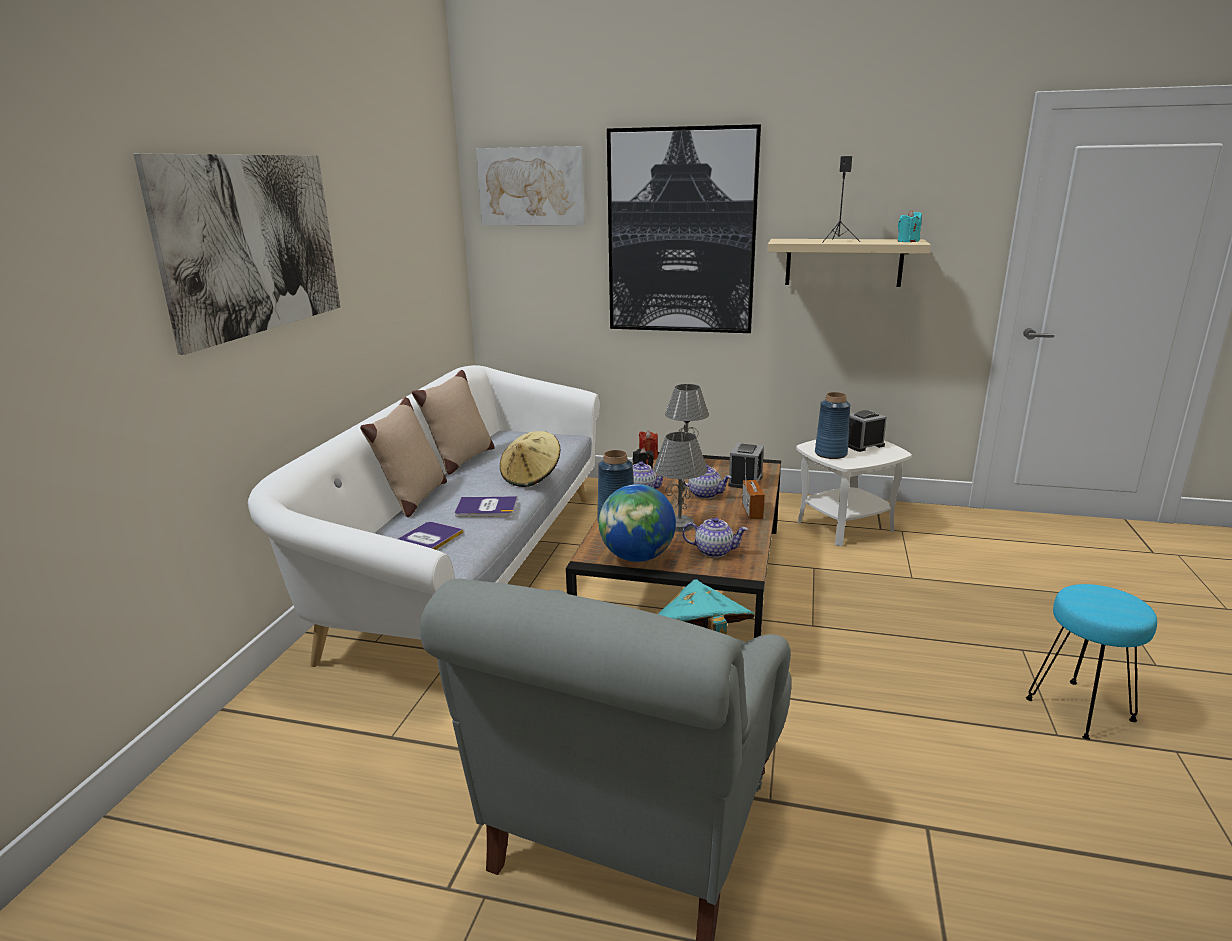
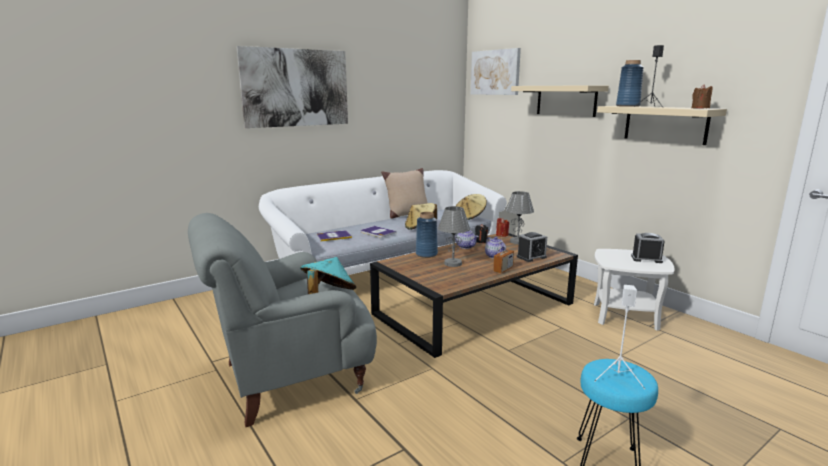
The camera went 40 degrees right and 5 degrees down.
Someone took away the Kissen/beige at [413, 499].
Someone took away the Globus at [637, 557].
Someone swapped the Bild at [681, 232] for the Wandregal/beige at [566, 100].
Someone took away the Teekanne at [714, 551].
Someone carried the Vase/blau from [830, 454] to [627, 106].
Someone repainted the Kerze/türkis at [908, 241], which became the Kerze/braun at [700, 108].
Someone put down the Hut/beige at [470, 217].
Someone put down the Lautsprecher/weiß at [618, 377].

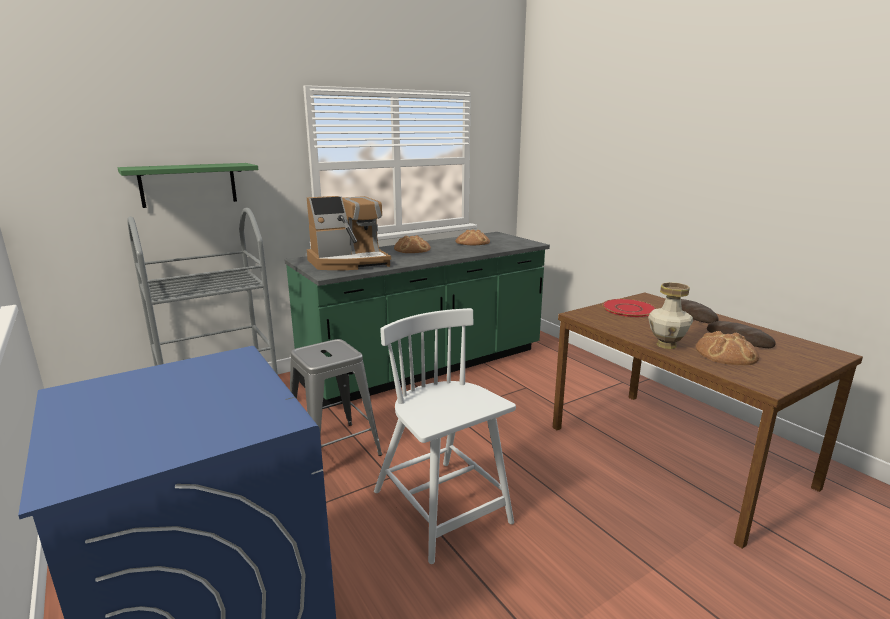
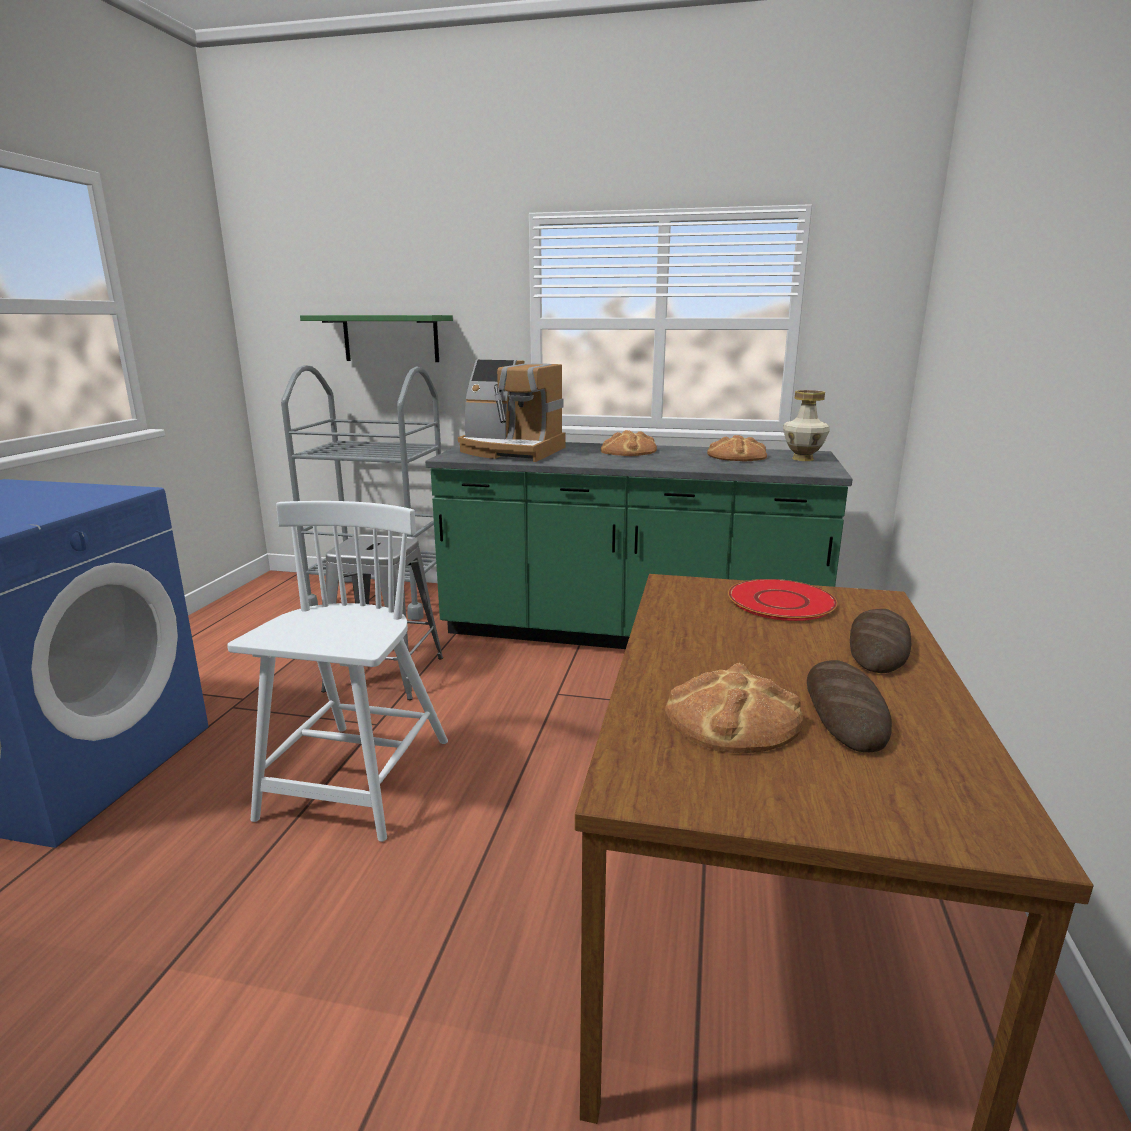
The camera went 45 degrees right and 0 degrees up.
Someone carried the Vase from [667, 345] to [802, 459].

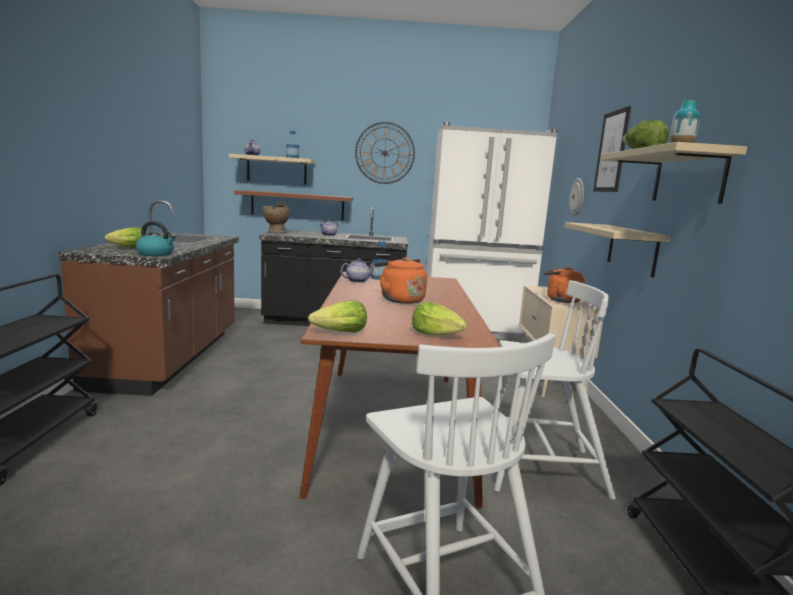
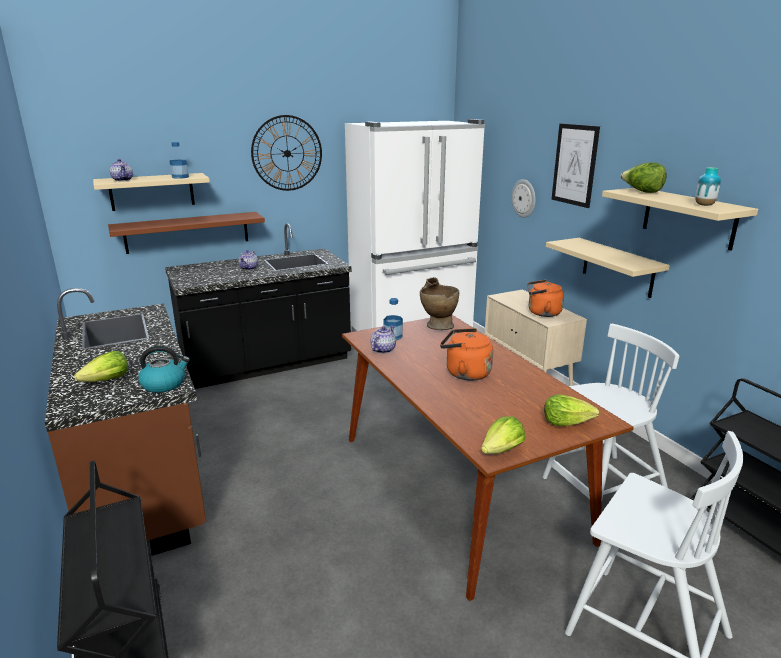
The camera went 25 degrees left and 10 degrees up.
Someone carried the Vase/beige from [277, 233] to [436, 325].

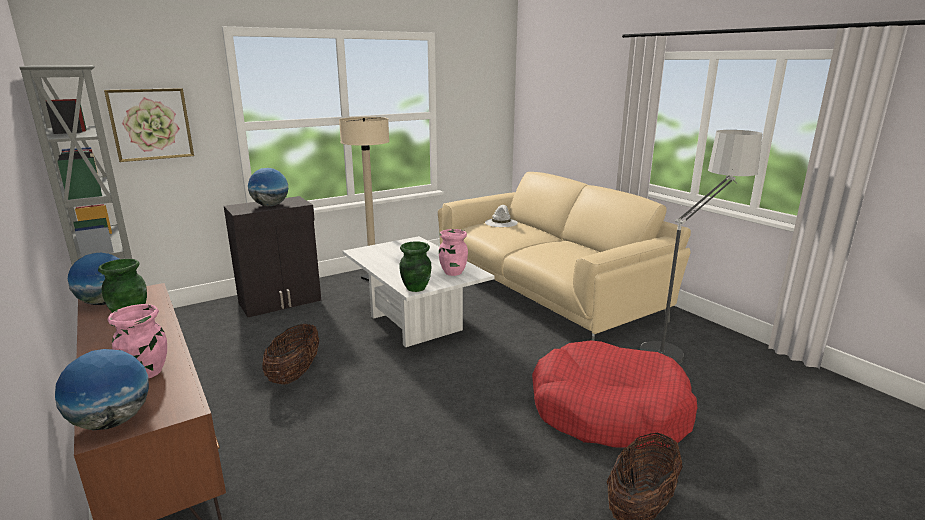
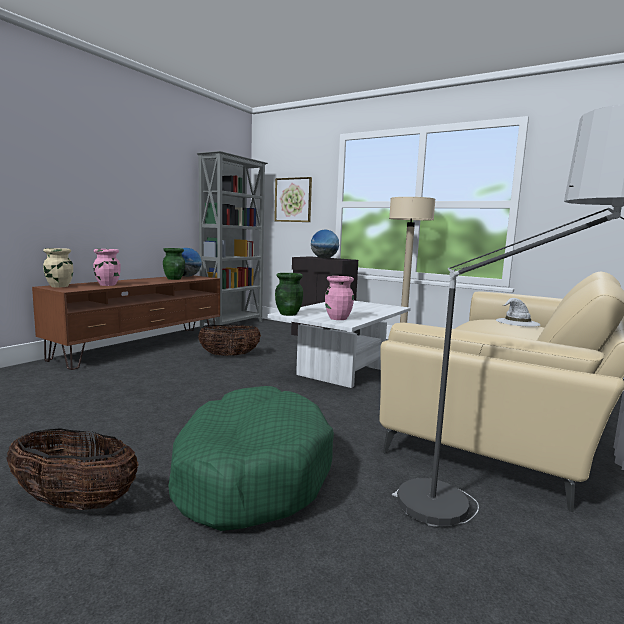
The camera went 65 degrees right and 10 degrees down.
Someone swapped the Globus at [112, 421] for the Vase/beige at [59, 286].
Someone repainted the Hundebett/rot at [608, 411], which became the Hundebett/grün at [250, 472].

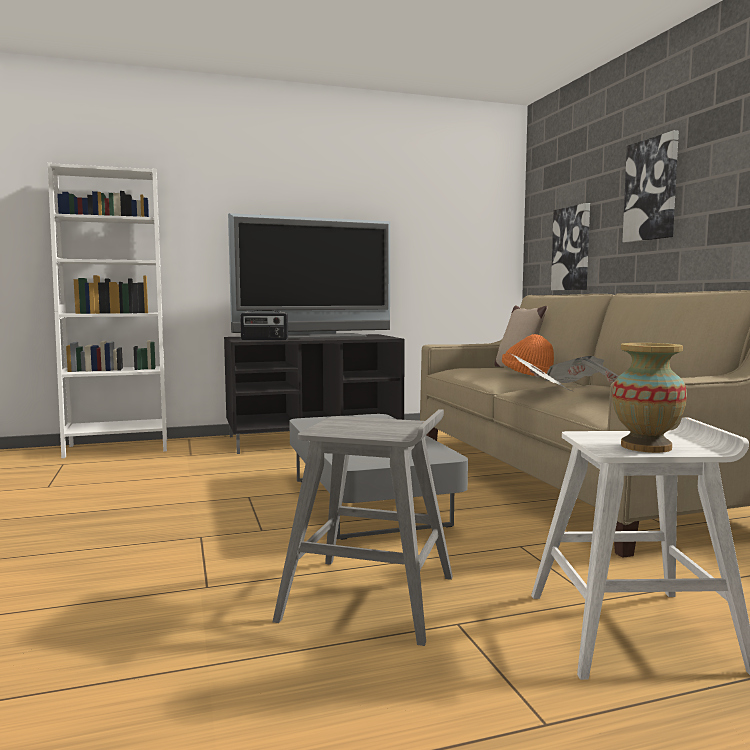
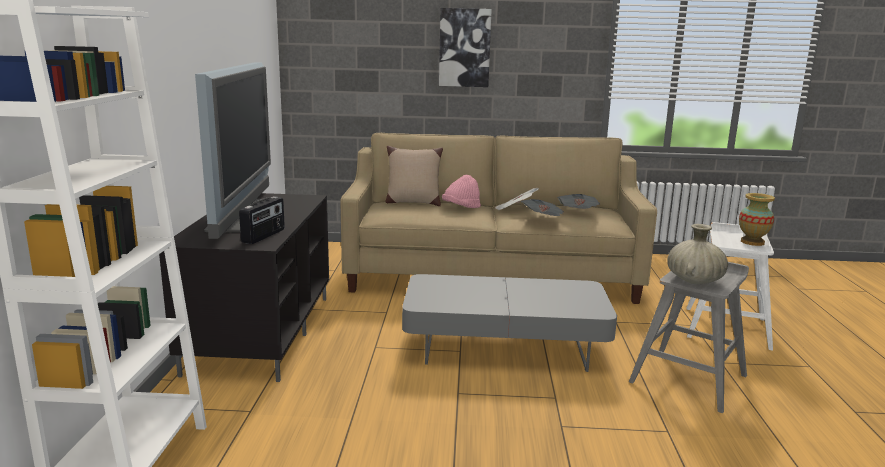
The camera went 70 degrees left and 10 degrees up.
Someone repainted the Hut/orange at [527, 375], which became the Hut/rosa at [461, 208].
Someone took away the Bild at [571, 248].
Someone put down the Vase/beige at [694, 281].

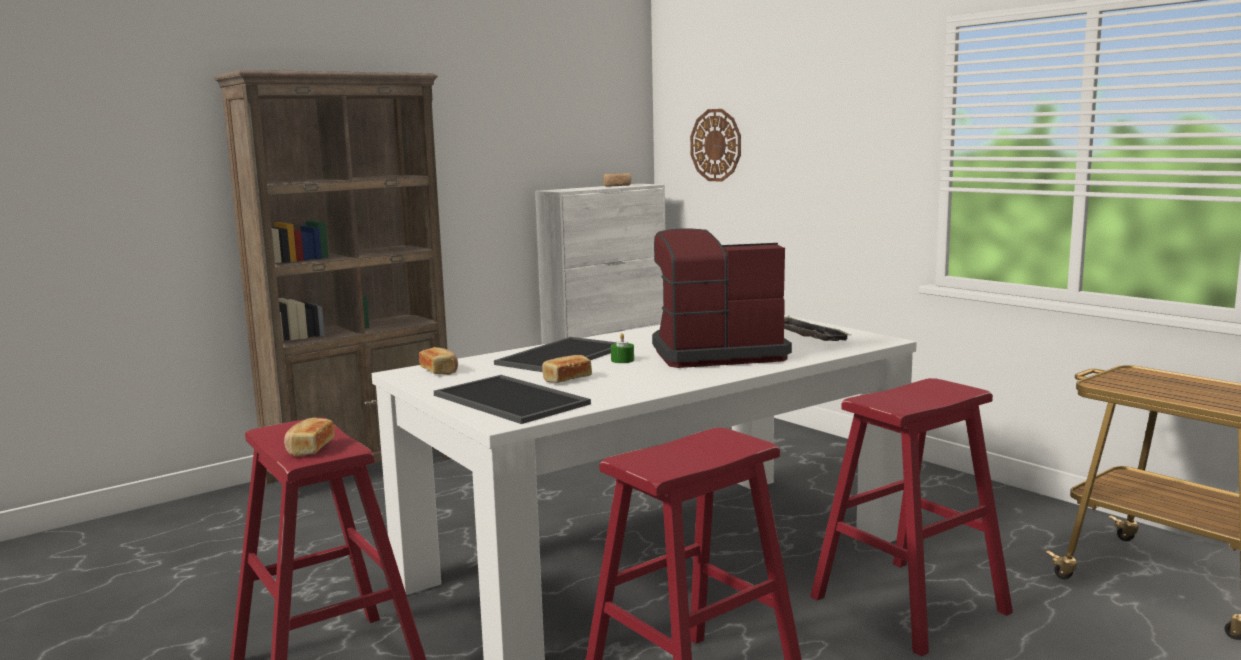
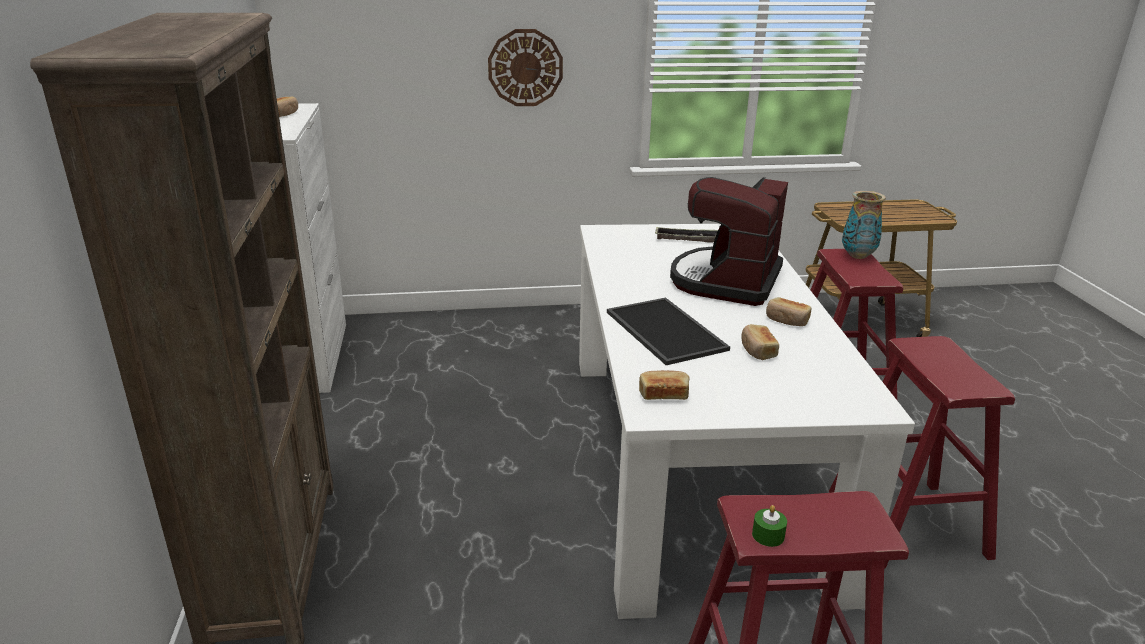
The camera went 60 degrees left and 15 degrees up.
Someone carried the Brot from [309, 449] to [787, 320].
Someone took away the Tablett at [513, 399].
Someone carried the Kerze/grün from [622, 360] to [768, 535].
Someone carried the Wanduhr from [716, 145] to [525, 68].
Someone put down the Vase at [858, 256].

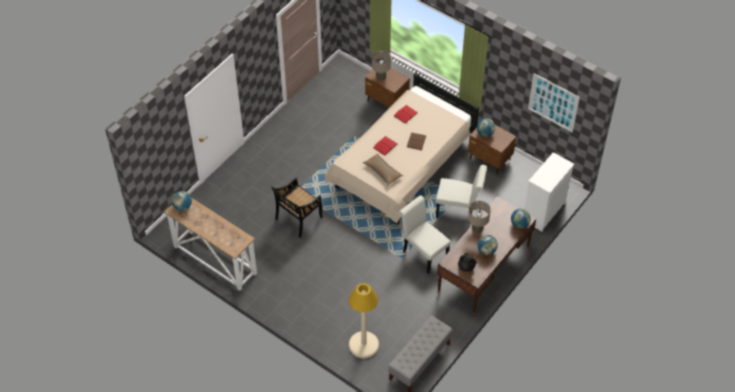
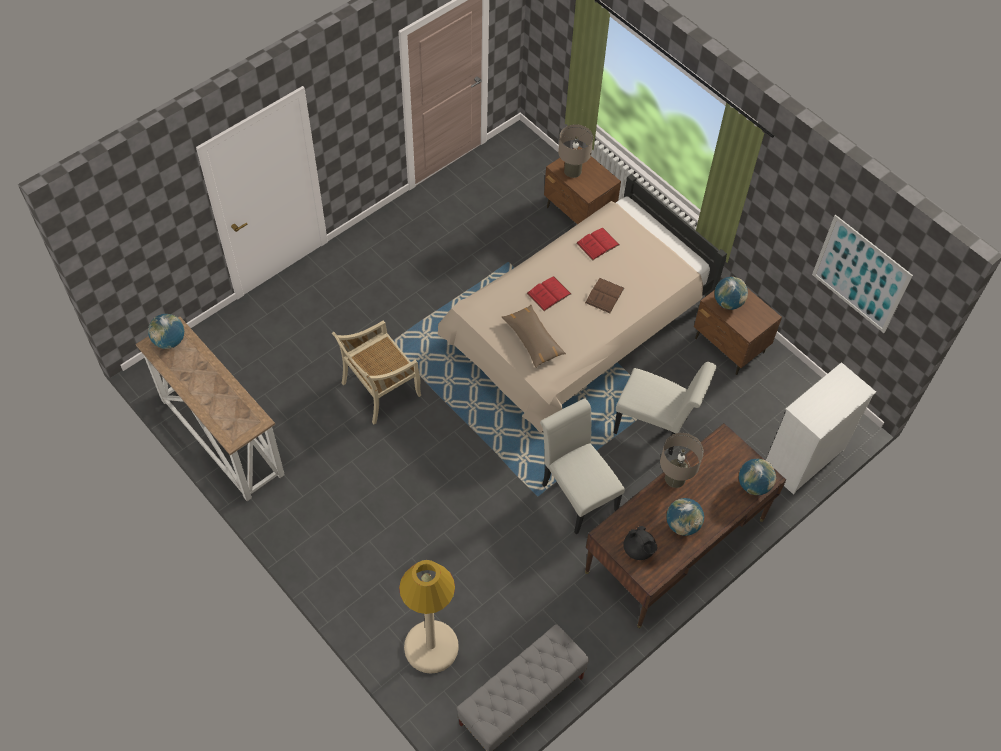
The camera went 10 degrees right and 5 degrees up.
Someone repainted the Stuhl/schwarz at [298, 219], which became the Stuhl/beige at [380, 390].

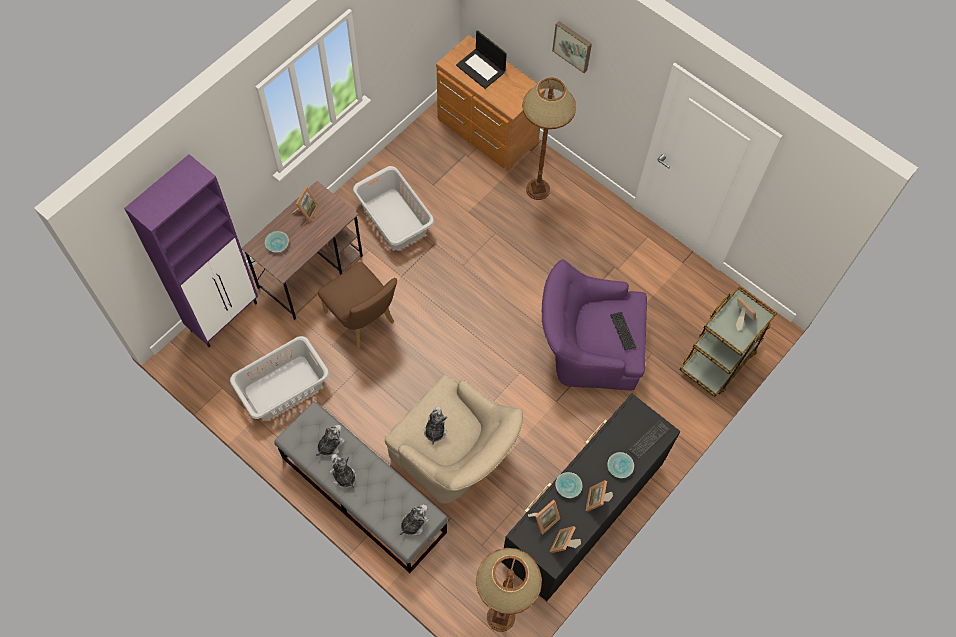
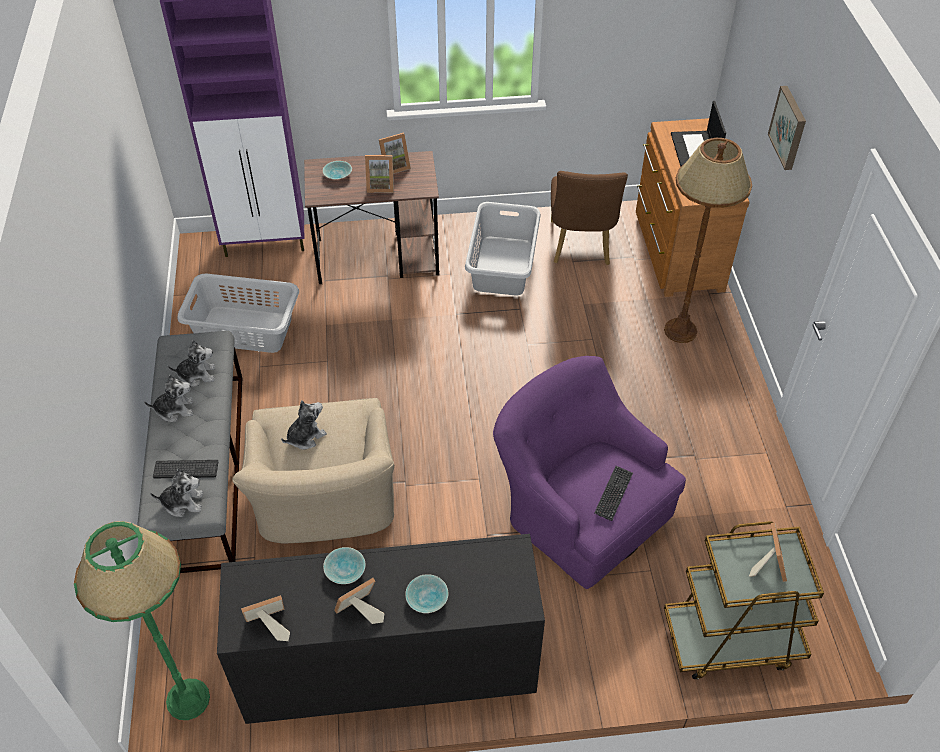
The camera went 45 degrees right and 15 degrees down.
Someone carried the Stuhl/braun from [363, 320] to [580, 247].
Someone rotated the Plüschtier at [343, 476] by 75 degrees clockwise.
Someone repainted the Stehlampe/braun at [500, 616], which became the Stehlampe/grün at [188, 699].
Someone carried the Bilderrahmen from [544, 519] to [380, 186].
Someone carried the Tastatur from [648, 440] to [186, 469].

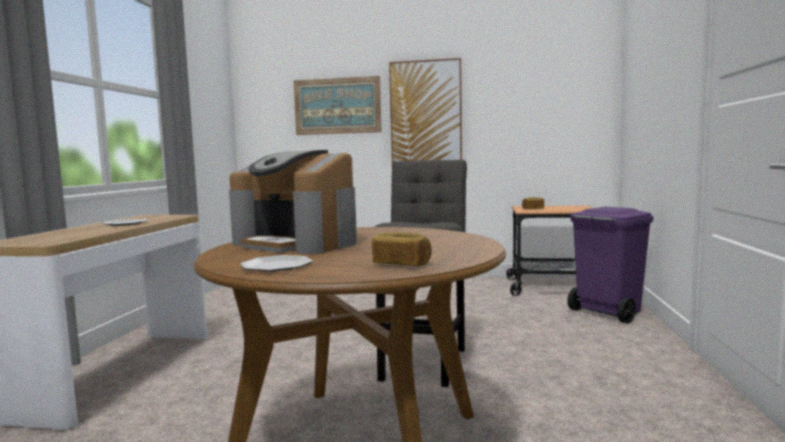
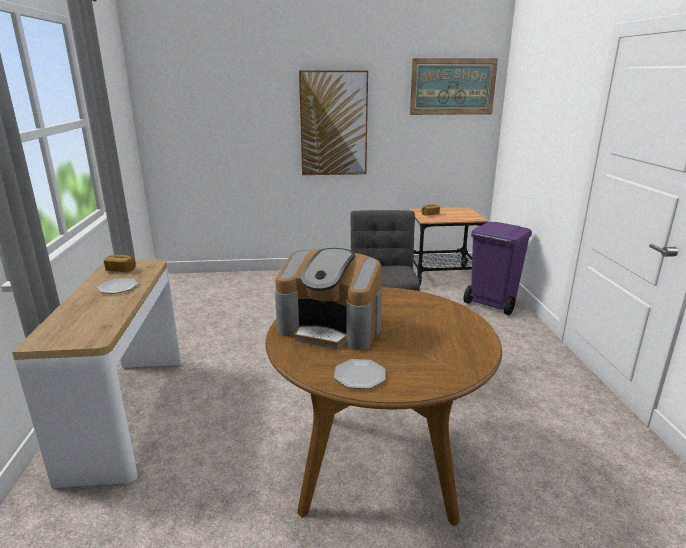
The camera went 15 degrees left and 15 degrees up.
Someone carried the Bild from [337, 106] to [452, 86].
Someone carried the Brot from [401, 264] to [121, 270].

